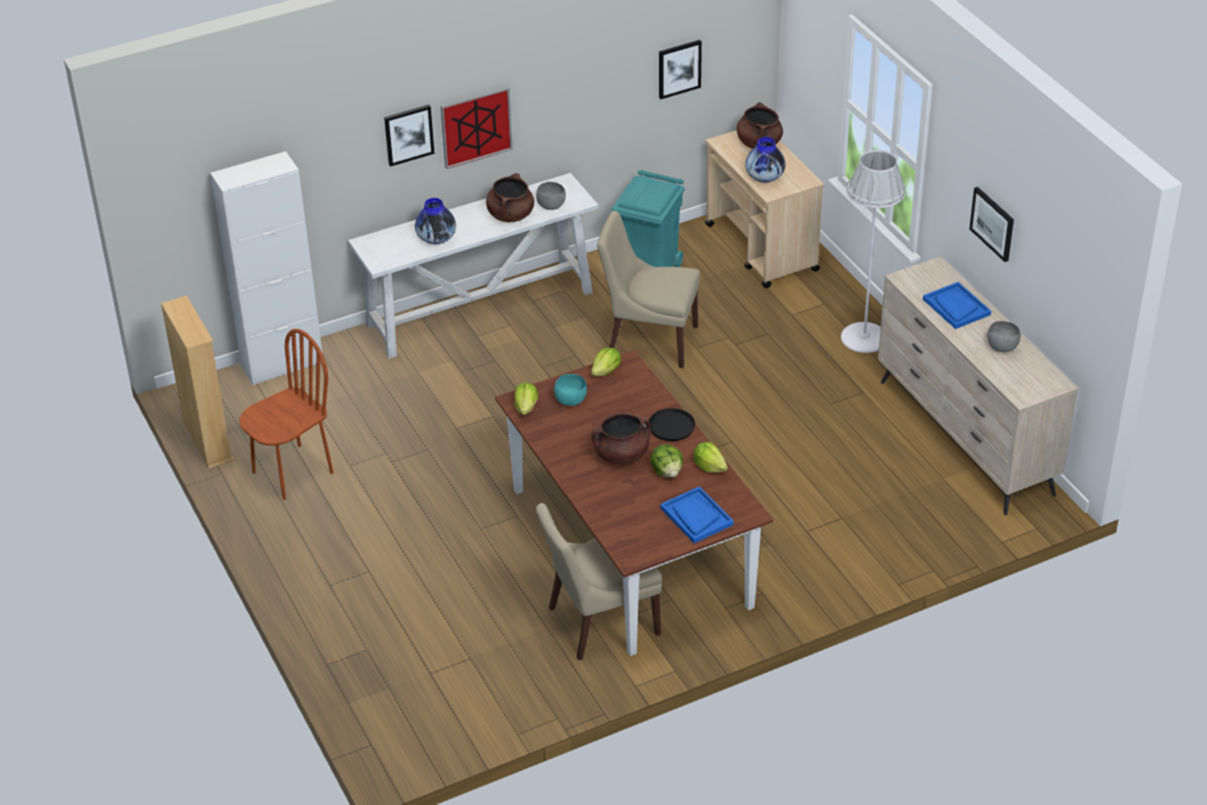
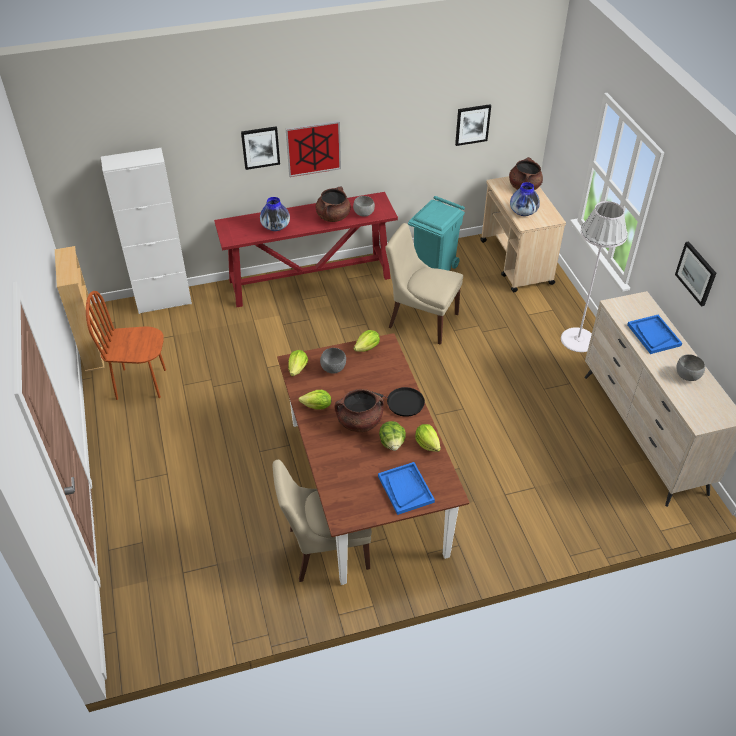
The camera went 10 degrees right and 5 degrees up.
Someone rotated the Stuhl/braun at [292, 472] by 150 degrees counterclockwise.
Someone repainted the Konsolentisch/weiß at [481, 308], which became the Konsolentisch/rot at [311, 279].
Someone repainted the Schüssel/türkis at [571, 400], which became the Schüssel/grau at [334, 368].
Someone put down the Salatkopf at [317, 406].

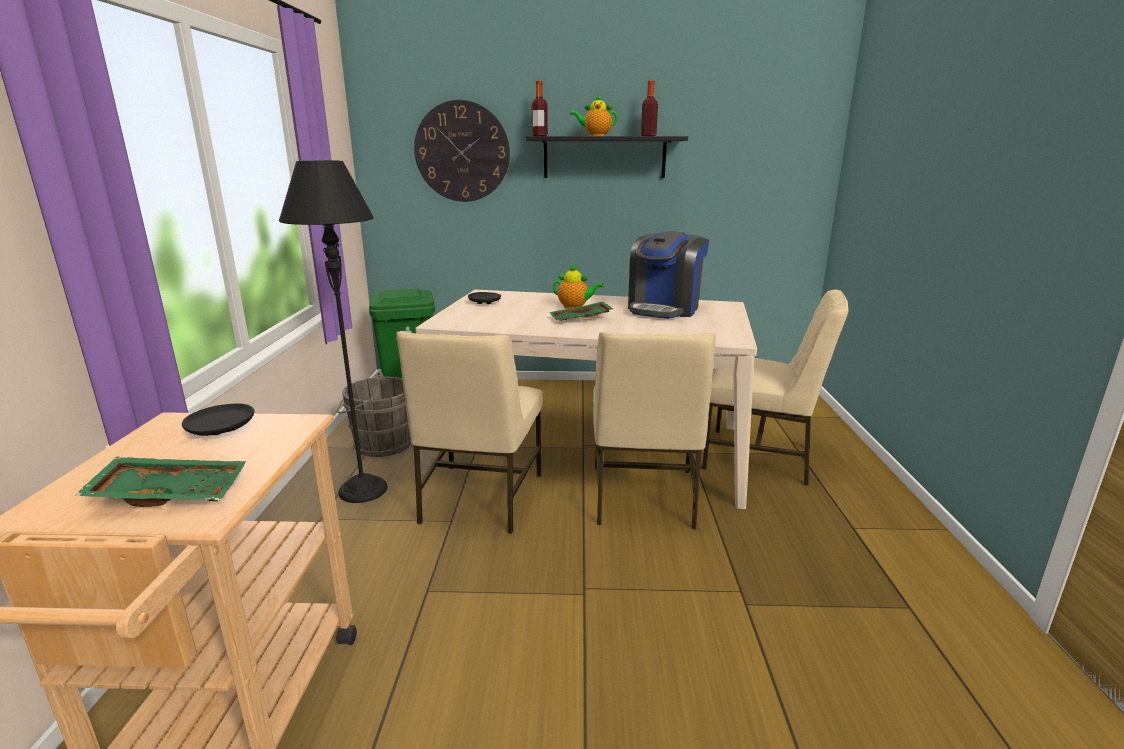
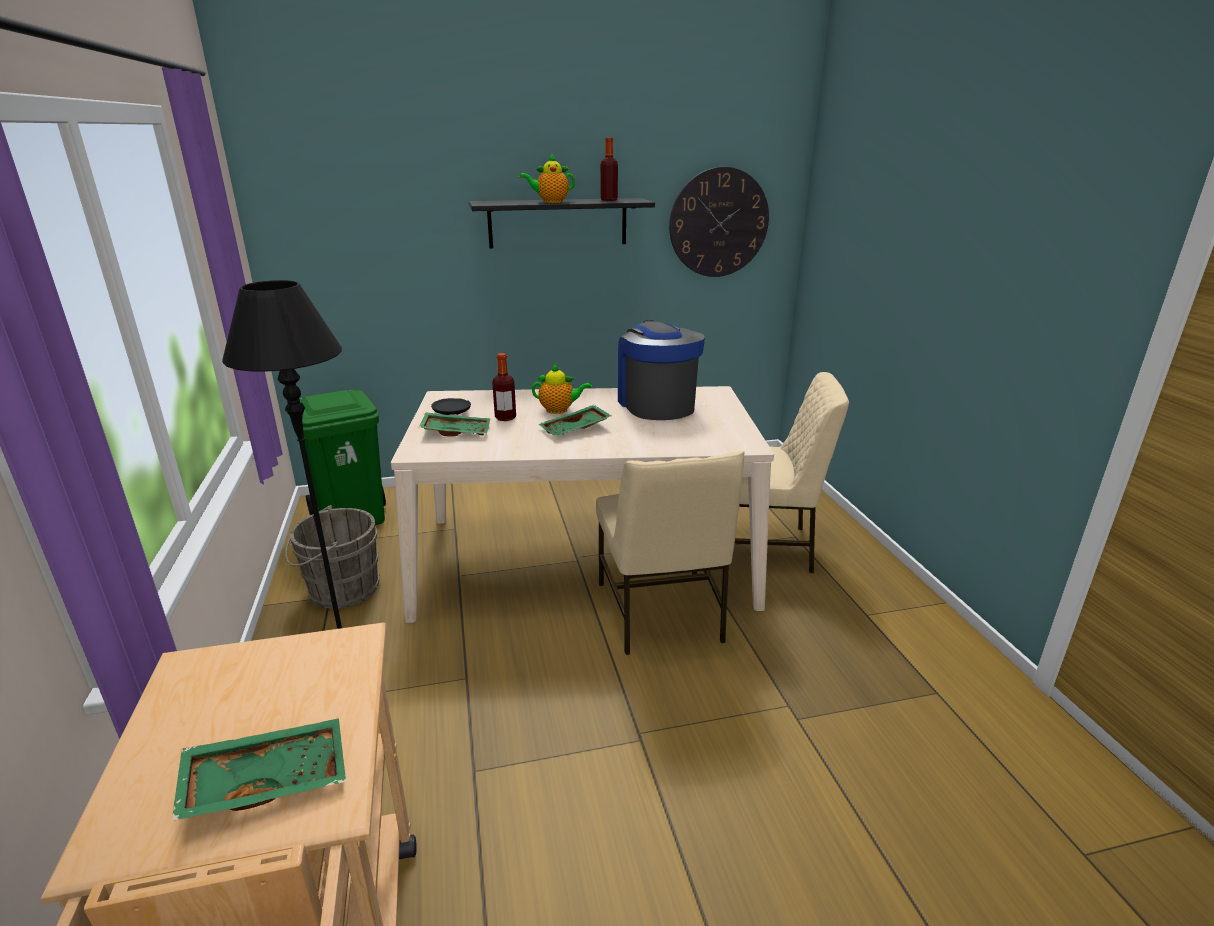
The camera went 15 degrees left and 5 degrees up.
Someone took away the Teller/schwarz at [220, 429].
Someone took away the Stuhl/beige at [479, 498].
Someone carried the Wanduhr from [462, 152] to [719, 223].
Someone carried the Flasche from [539, 136] to [505, 418].
Someone rotated the Kaffeemaschine at [664, 309] by 150 degrees clockwise.
Someone put down the Tablett/grün at [456, 431].

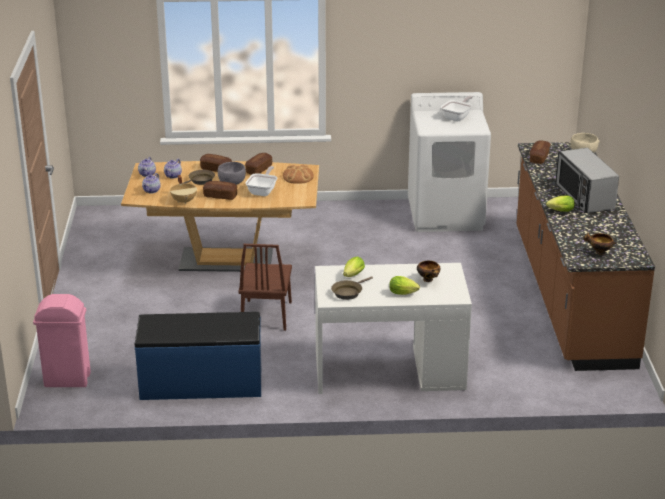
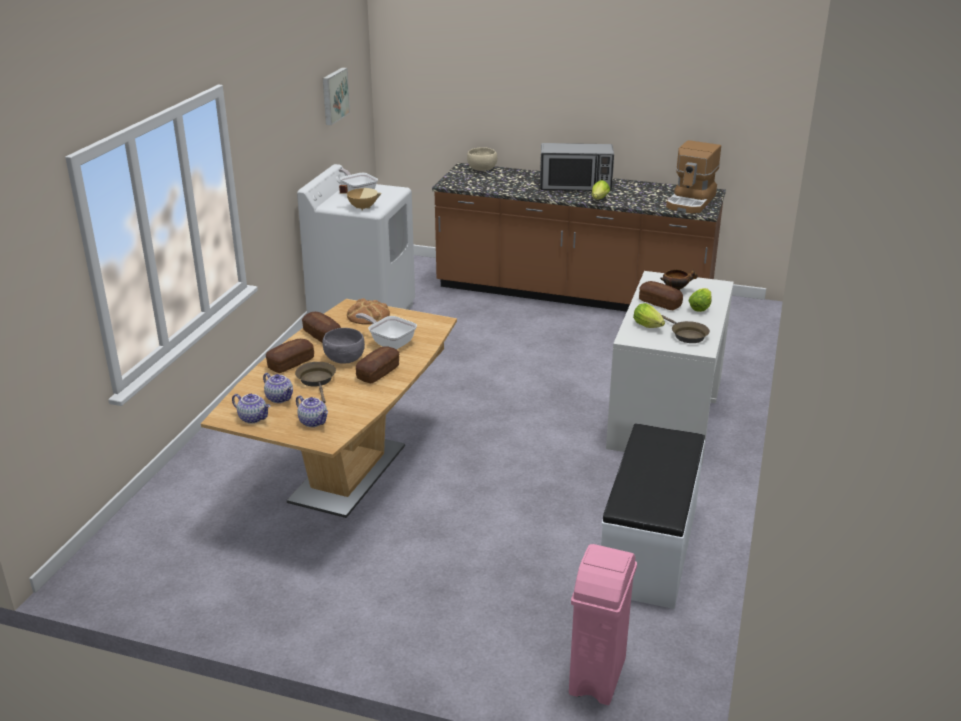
The camera went 70 degrees left and 0 degrees up.
Someone repainted the Bank/blau at [201, 383], which became the Bank/weiß at [651, 547].
Someone carried the Kochtopf/beige from [184, 201] to [362, 207].
Someone took away the Stuhl/braun at [266, 315].
Someone carried the Brot from [539, 158] to [660, 303].
Someone swapped the Schüssel at [599, 252] for the Kaffeemaschine at [691, 202].
Someone put up the Bild at [334, 95].

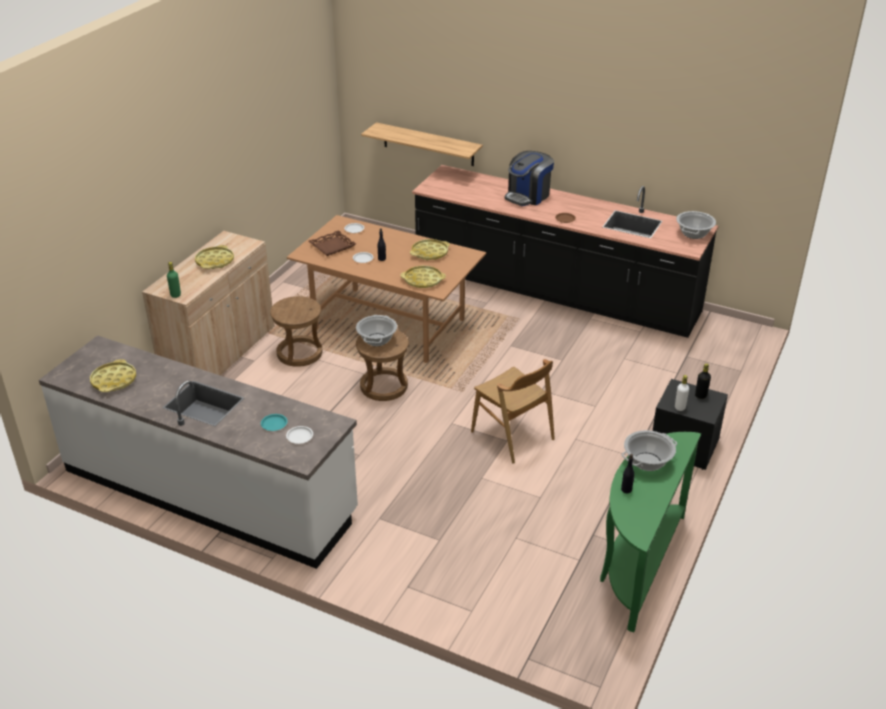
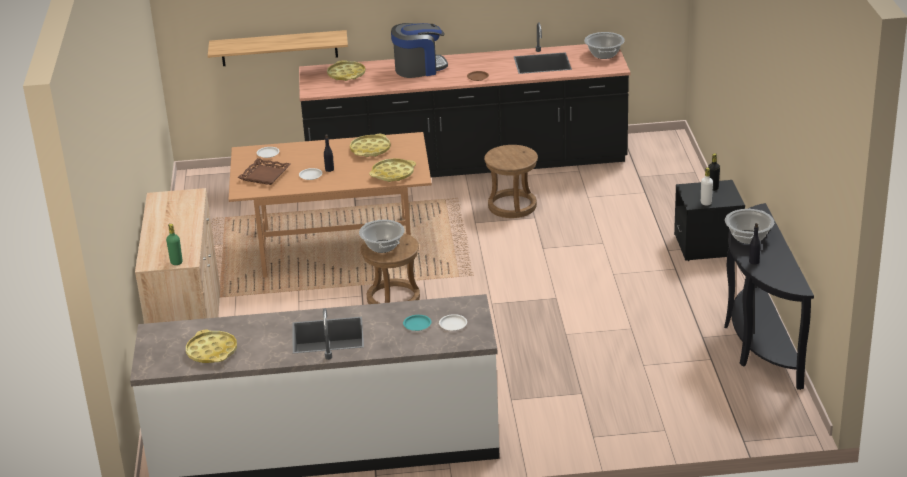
The camera went 30 degrees left and 5 degrees down.
Someone carried the Tablett/gelb from [215, 261] to [346, 74].
Someone carried the Hocker/braun from [299, 353] to [512, 206].
Someone took away the Stuhl/braun at [512, 436].
Someone rotated the Kaffeemaschine at [528, 196] by 120 degrees counterclockwise.
Someone repainted the Konsolentisch/grün at [637, 564], which became the Konsolentisch/schwarz at [758, 343].

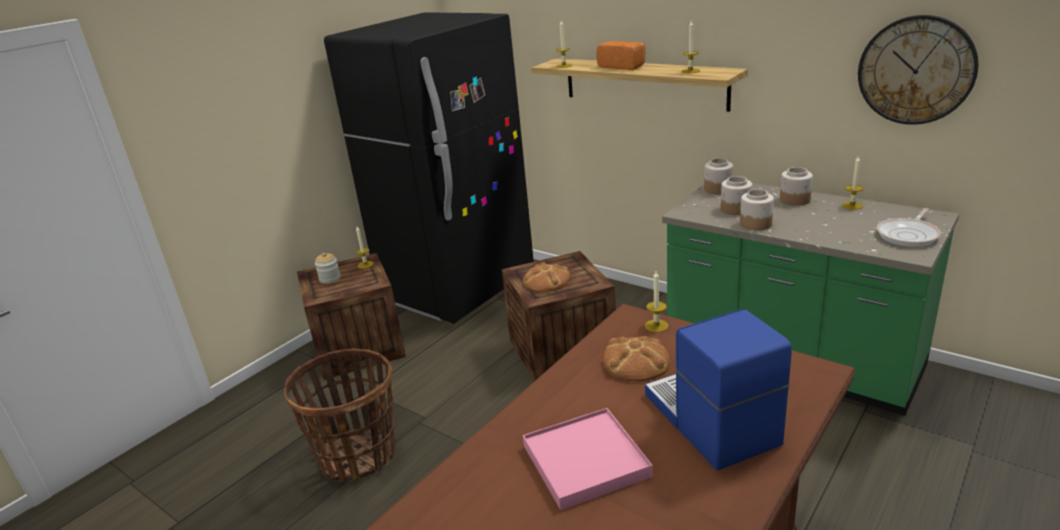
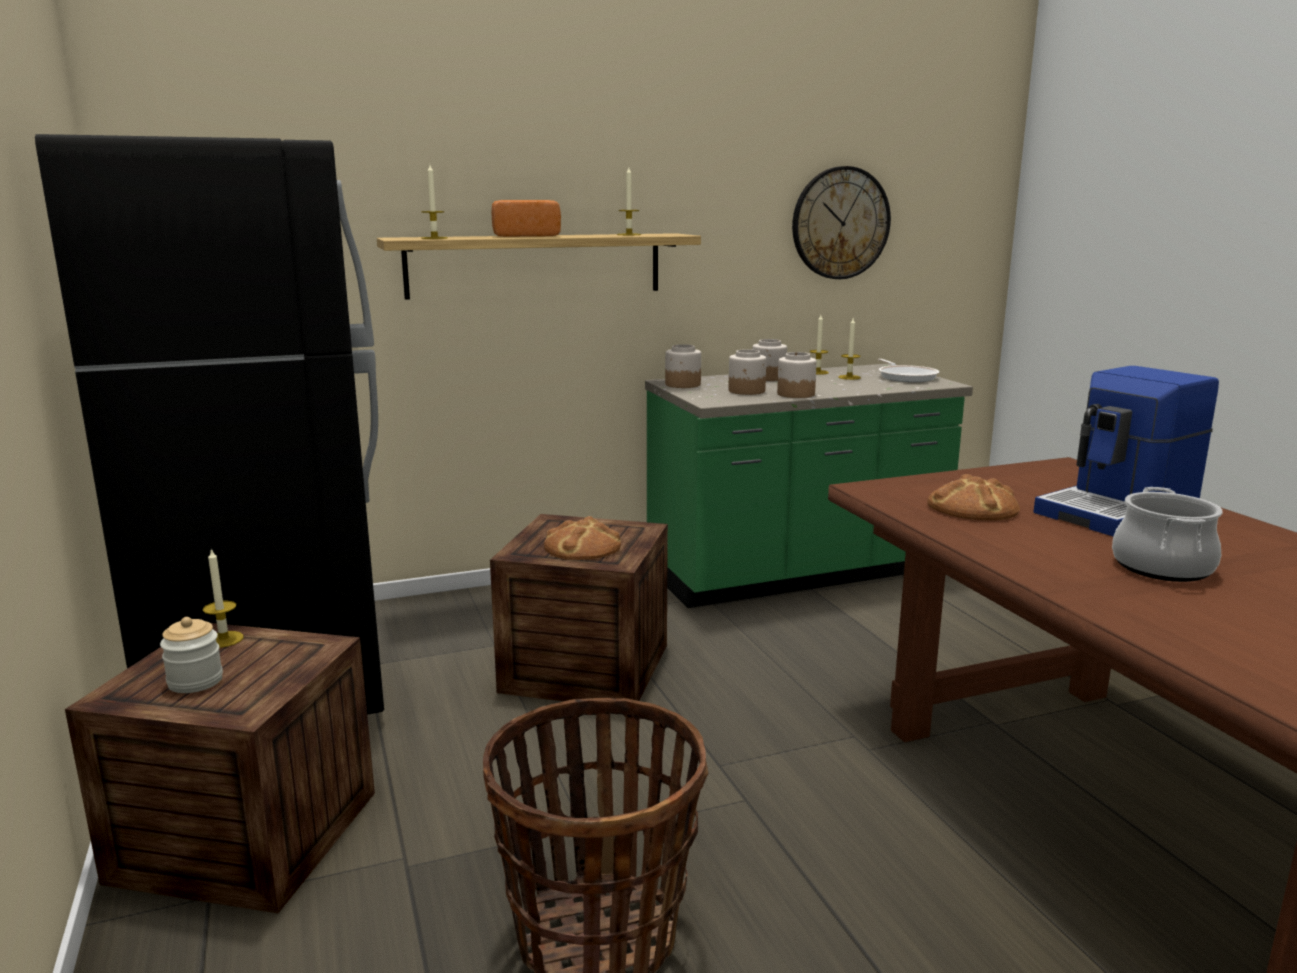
The camera went 60 degrees left and 10 degrees down.
Someone swapped the Tablett/rosa at [585, 461] for the Kochtopf at [1163, 567].
Someone carried the Kerze from [656, 326] to [849, 377].
Someone rotated the Kaffeemaschine at [709, 420] by 45 degrees counterclockwise.

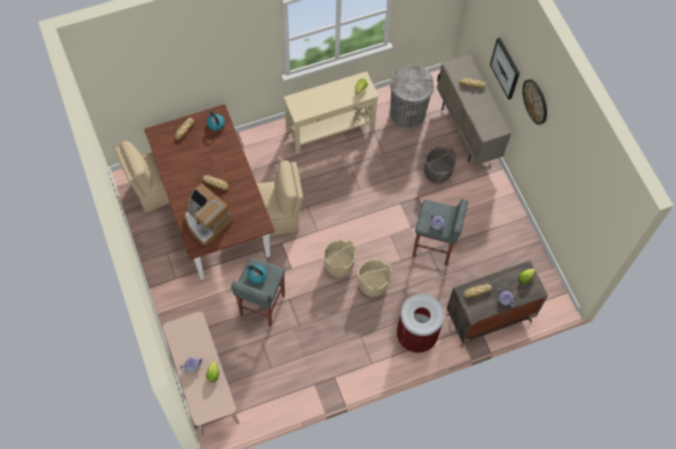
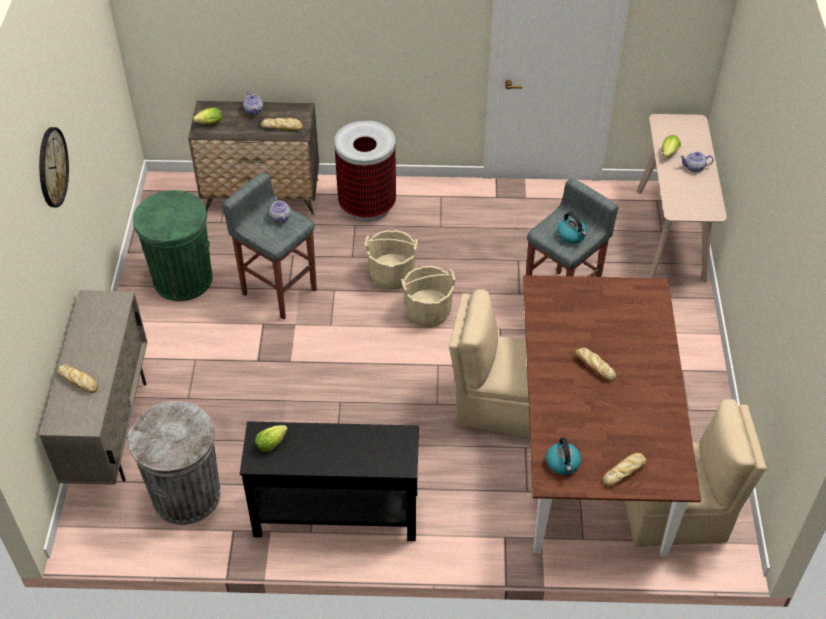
The camera went 155 degrees left and 15 degrees down.
Someone took away the Kaffeemaschine at [206, 222].
Someone repainted the Konsolentisch/beige at [330, 129], which became the Konsolentisch/schwarz at [335, 513].
Someone took away the Eimer/grau at [437, 172].
Someone took away the Bild at [505, 68].
Someone put down the Mülleimer/grün at [183, 279].

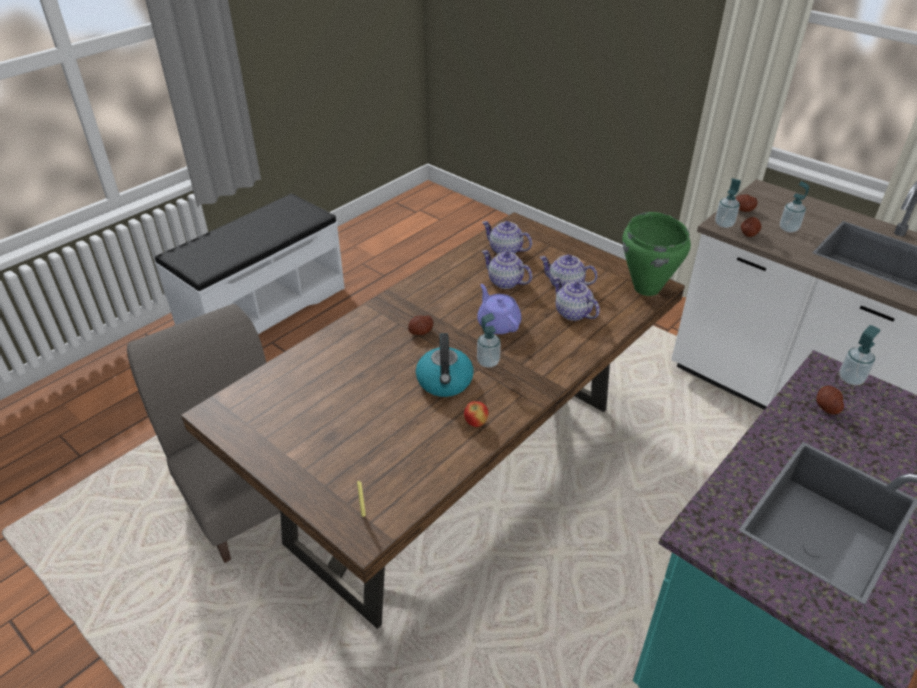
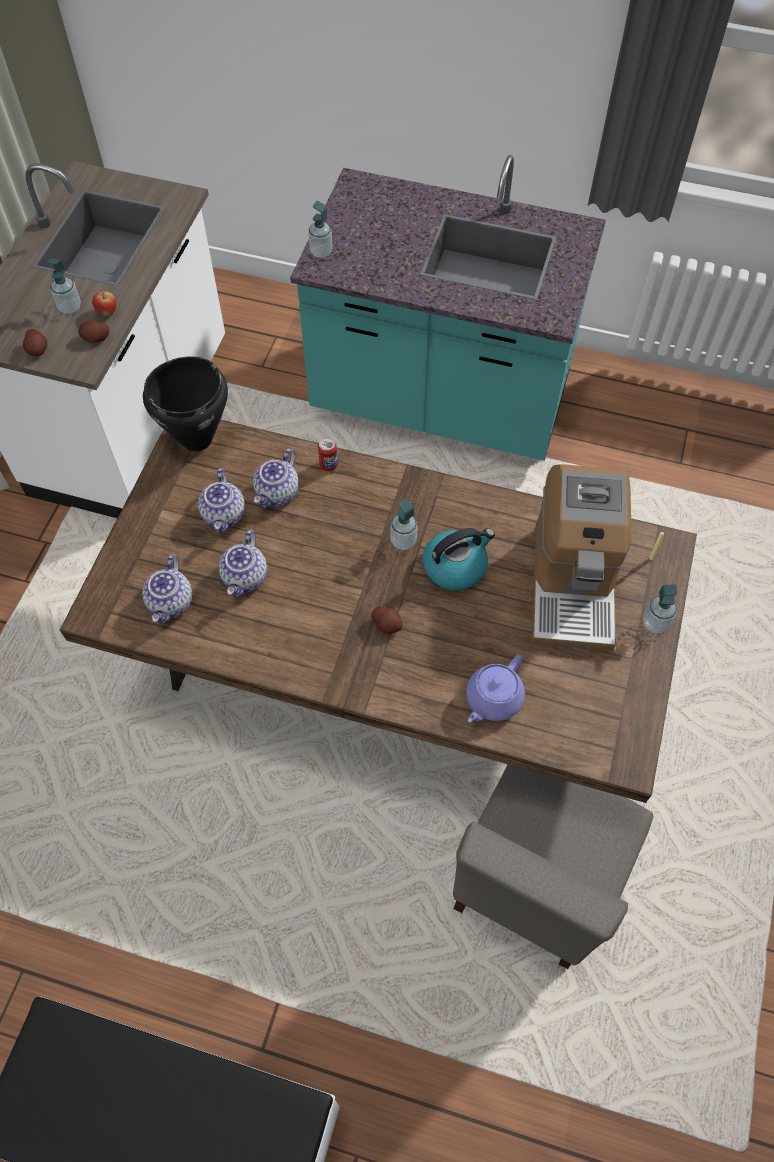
The camera went 115 degrees left and 20 degrees up.
Someone carried the Apfel from [476, 423] to [107, 312].
Someone carried the Teekanne/lila from [498, 324] to [492, 699].
Someone repainted the Kochtopf/grün at [647, 288], which became the Kochtopf/schwarz at [196, 439].
Someone carried the Seifenspender from [724, 224] to [655, 623].
Someone took away the Kartoffel at [826, 407].
Someone put down the Dose at [328, 465].
Someone put down the Kaffeemaschine at [572, 584].

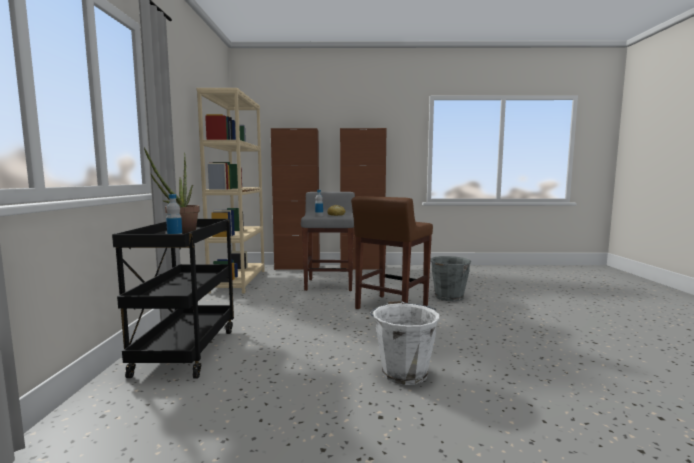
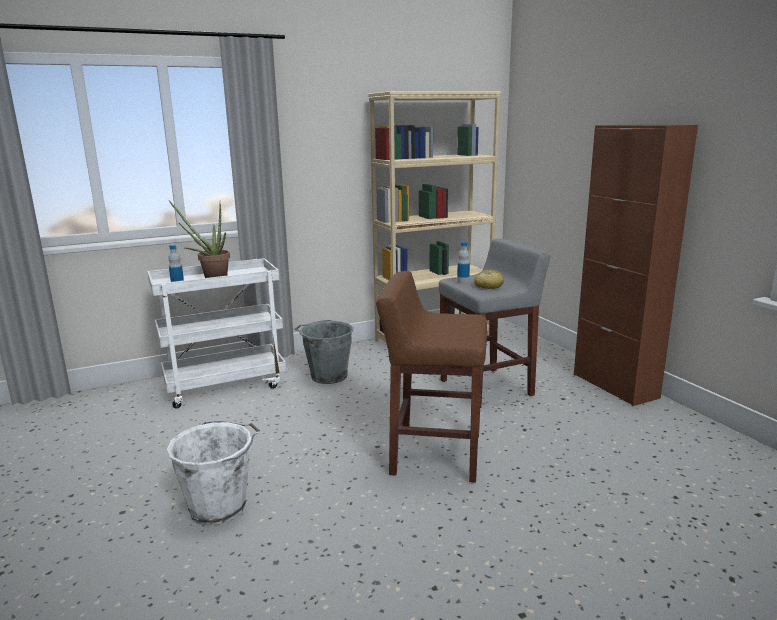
The camera went 65 degrees right and 10 degrees up.
Someone repainted the Rollwagen/schwarz at [186, 350], which became the Rollwagen/weiß at [226, 385].
Someone took away the Schrank/braun at [297, 267].
Someone carried the Eimer/grau from [448, 297] to [327, 376].

